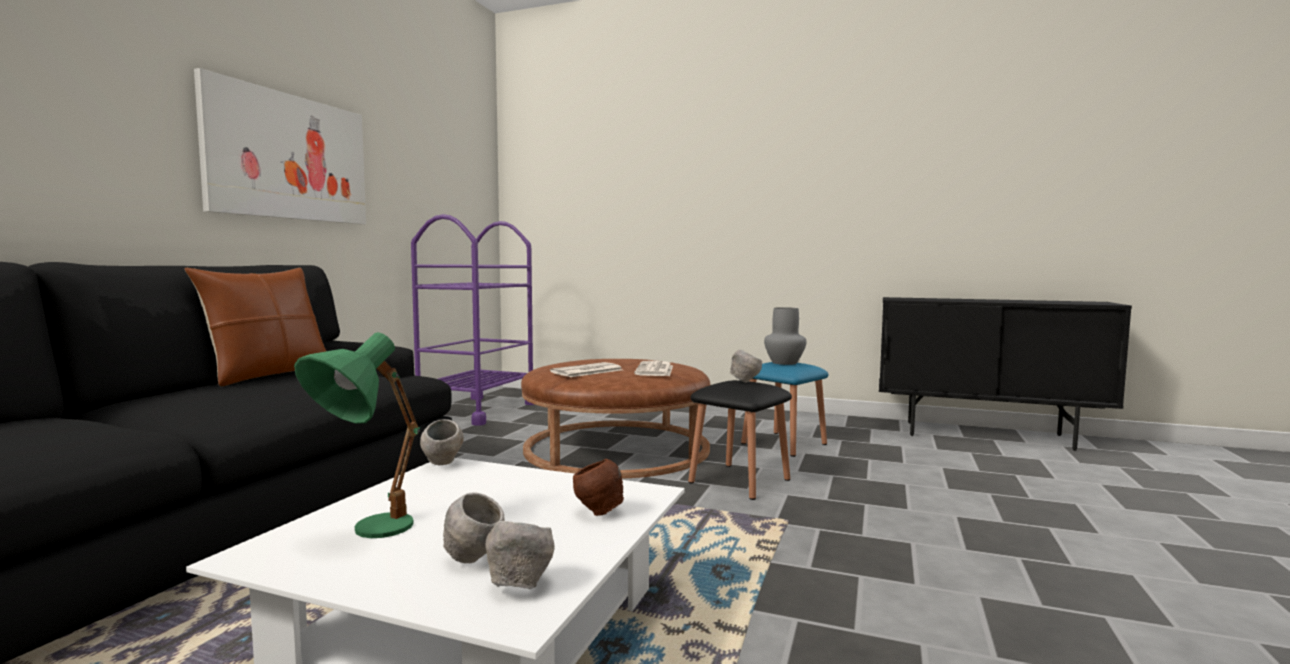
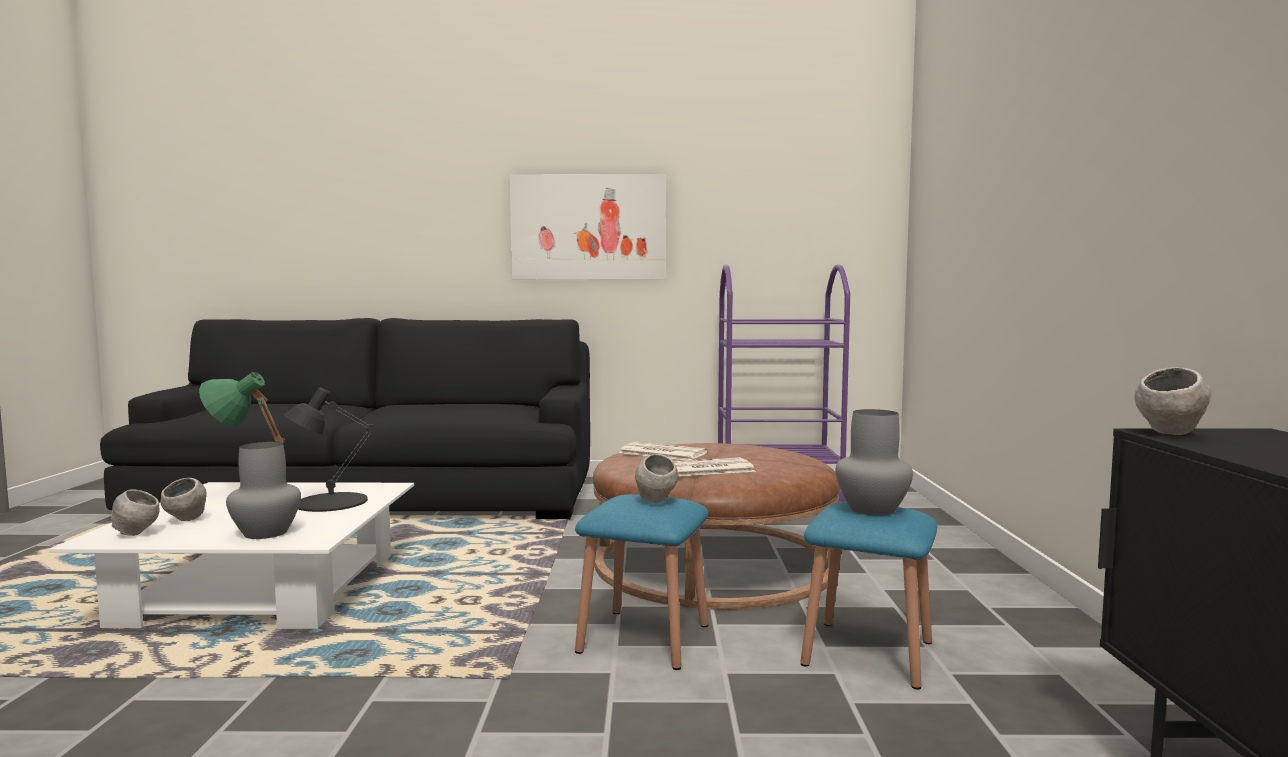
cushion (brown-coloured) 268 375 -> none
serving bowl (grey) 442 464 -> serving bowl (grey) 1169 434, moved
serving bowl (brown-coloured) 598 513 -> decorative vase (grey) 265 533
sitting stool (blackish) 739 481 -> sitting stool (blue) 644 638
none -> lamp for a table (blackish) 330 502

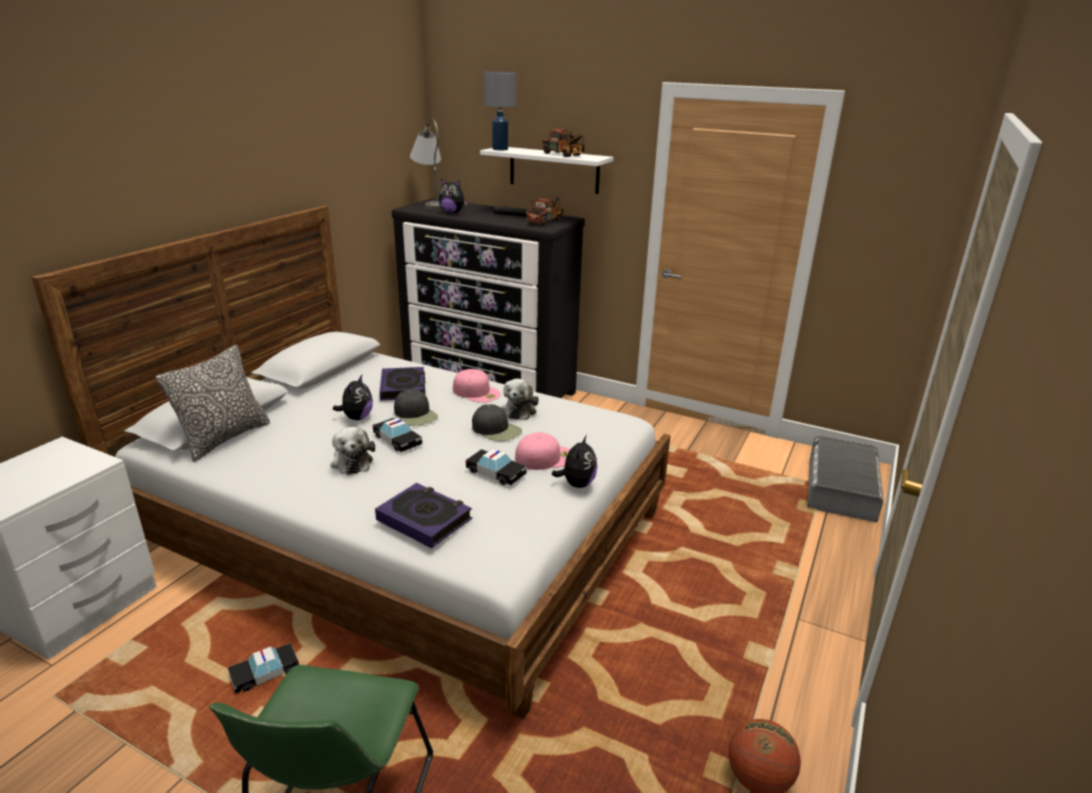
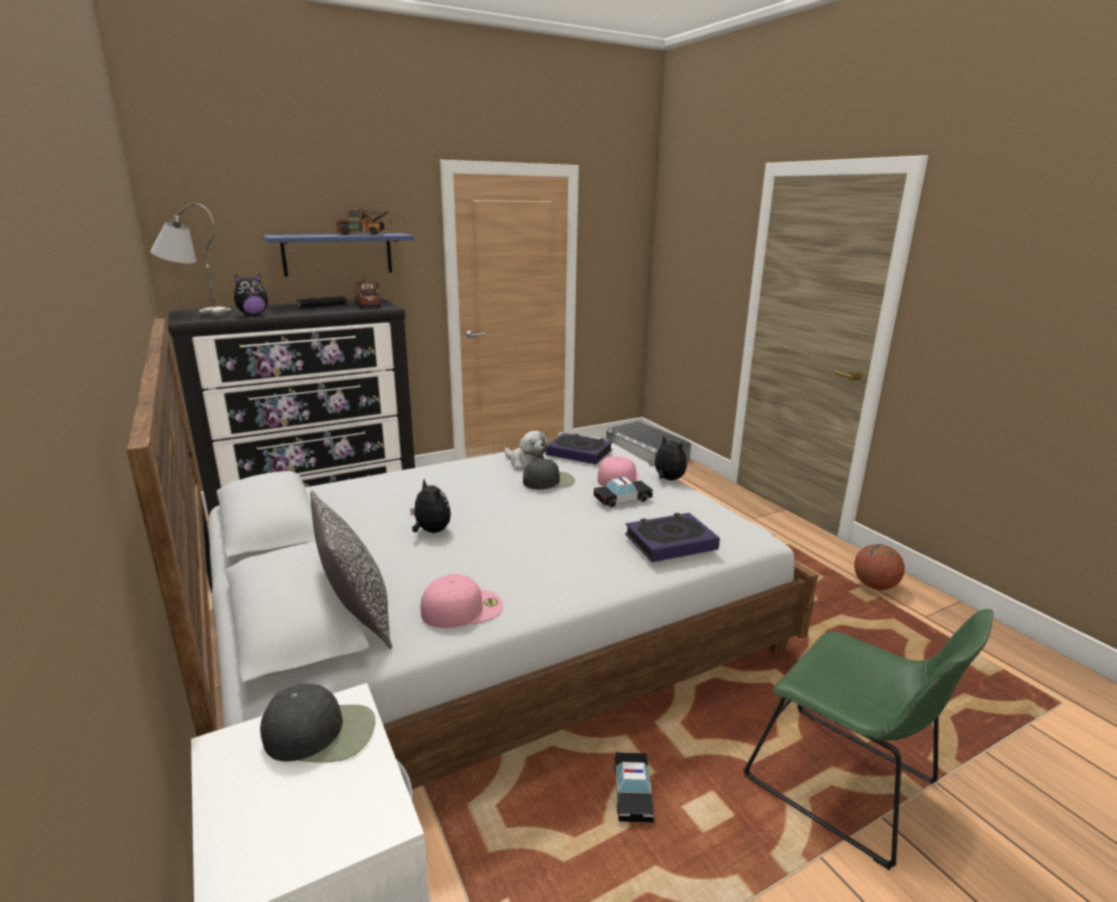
plush toy 352 461 -> none
miniature car 397 440 -> none
volume 403 388 -> volume 579 453, moved
baseball cap (blackish) 416 415 -> baseball cap (blackish) 321 732, moved
baseball cap (pink) 477 392 -> baseball cap (pink) 462 608, moved
bracket shelf (whitish) 554 170 -> bracket shelf (blue) 338 254
lamp for a table (grey) 499 149 -> none

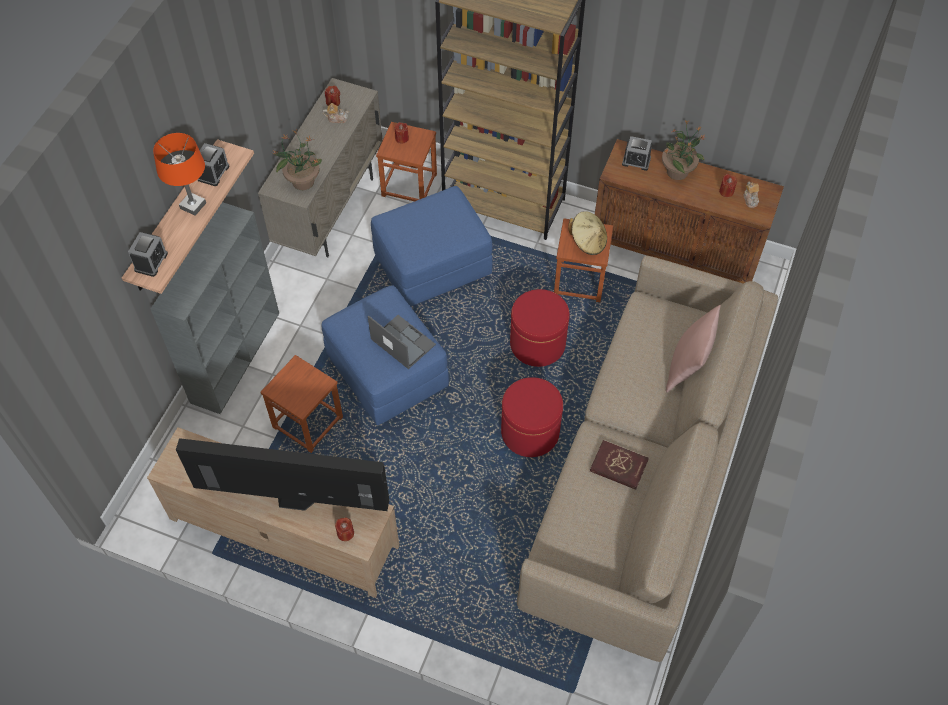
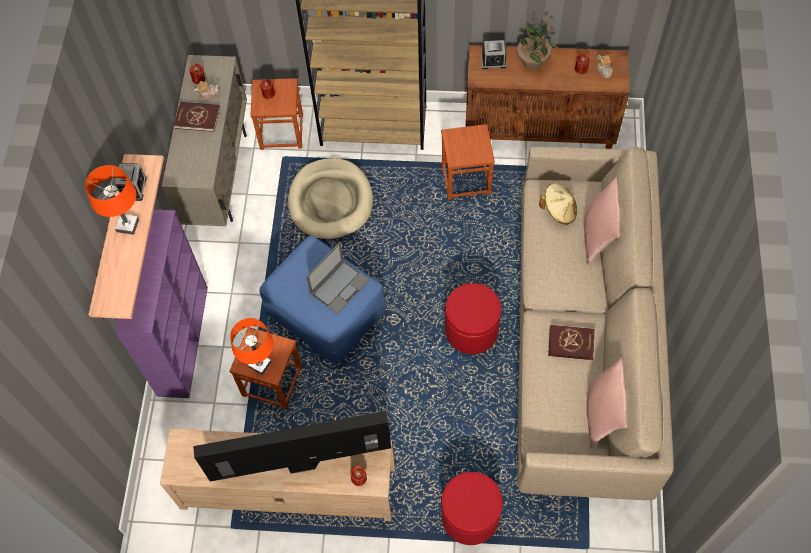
table clock 151 262 -> none
bookshelf (grey) 236 356 -> bookshelf (purple) 183 339
houseplant 302 181 -> none
portable computer 402 342 -> portable computer 340 286, 105 degrees clockwise
footrest (blue) 433 264 -> dog cushion (sand-coloured) 330 201
footrest (red) 537 344 -> footrest (red) 470 516, moved
clothing hat (sand-coloured) 587 241 -> clothing hat (sand-coloured) 559 210, moved
none -> volume (red) 197 117
none -> lamp for a table (orange-coloured) 260 364
none -> cushion (pink) 601 415

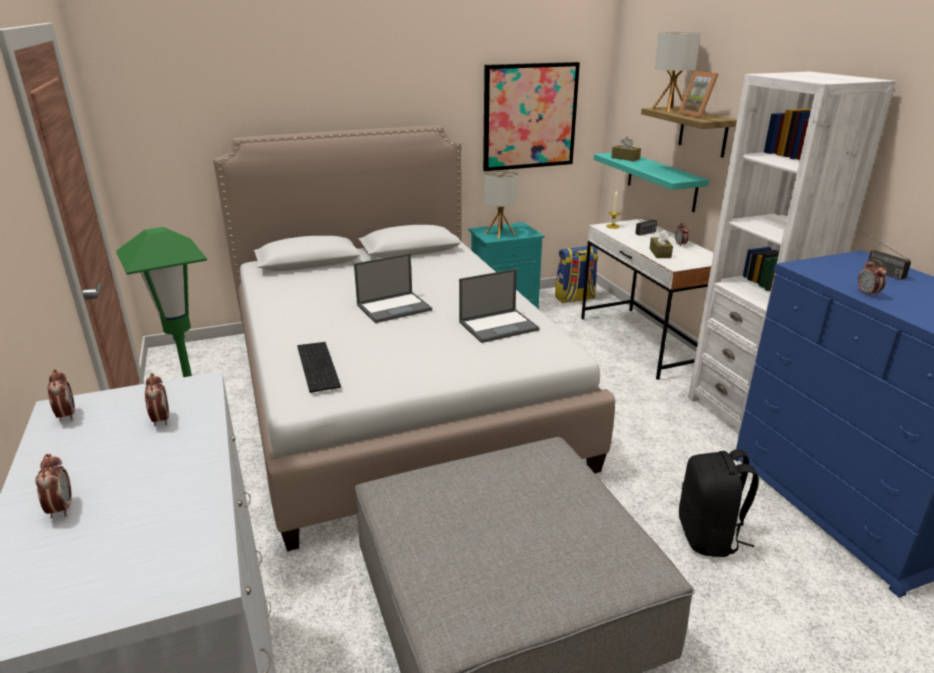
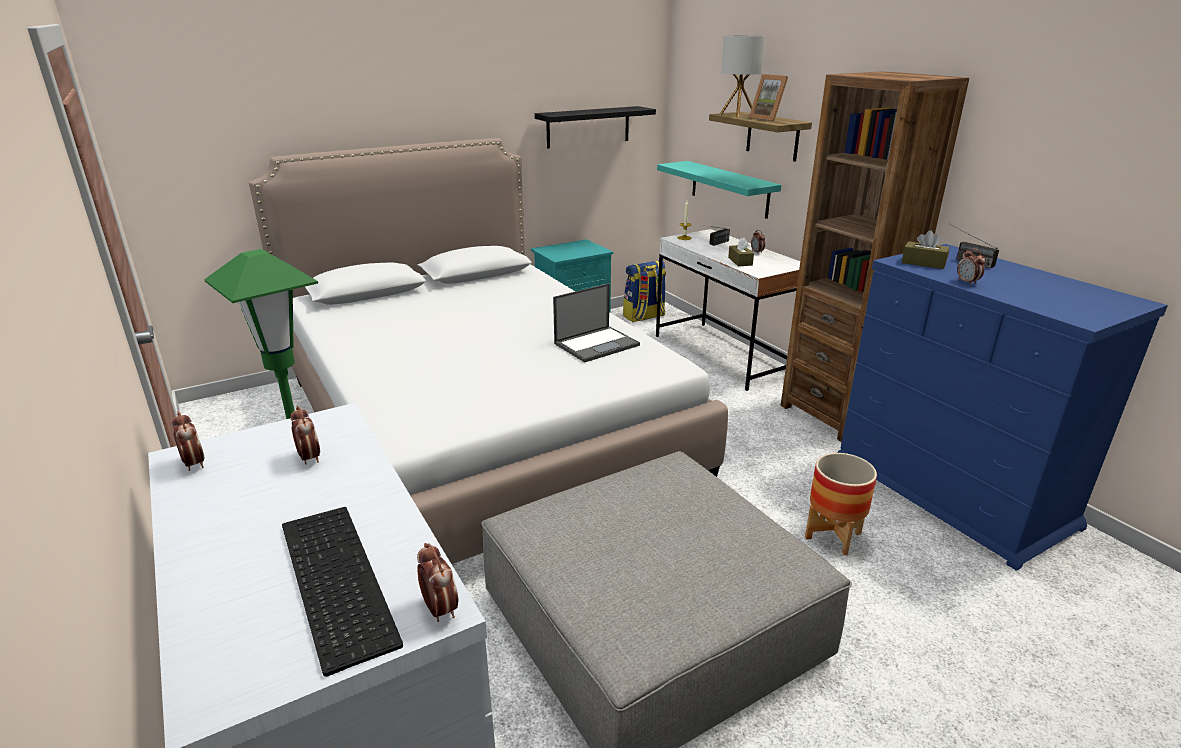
table clock 61 509 -> table clock 440 609, moved
computer keyboard 316 366 -> computer keyboard 331 581, moved
portable computer 395 307 -> none
picture 529 116 -> bracket shelf (blackish) 588 127
lamp for a table 499 233 -> none
tissue box (brown-coloured) 625 158 -> tissue box (brown-coloured) 923 263, moved
knapsack (blackish) 708 536 -> planter 833 536
bookshelf (whitish) 742 412 -> bookshelf (brown-coloured) 835 414

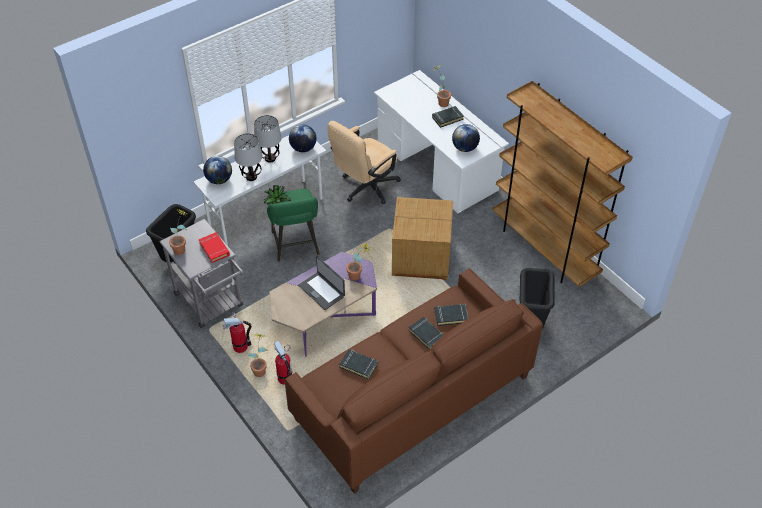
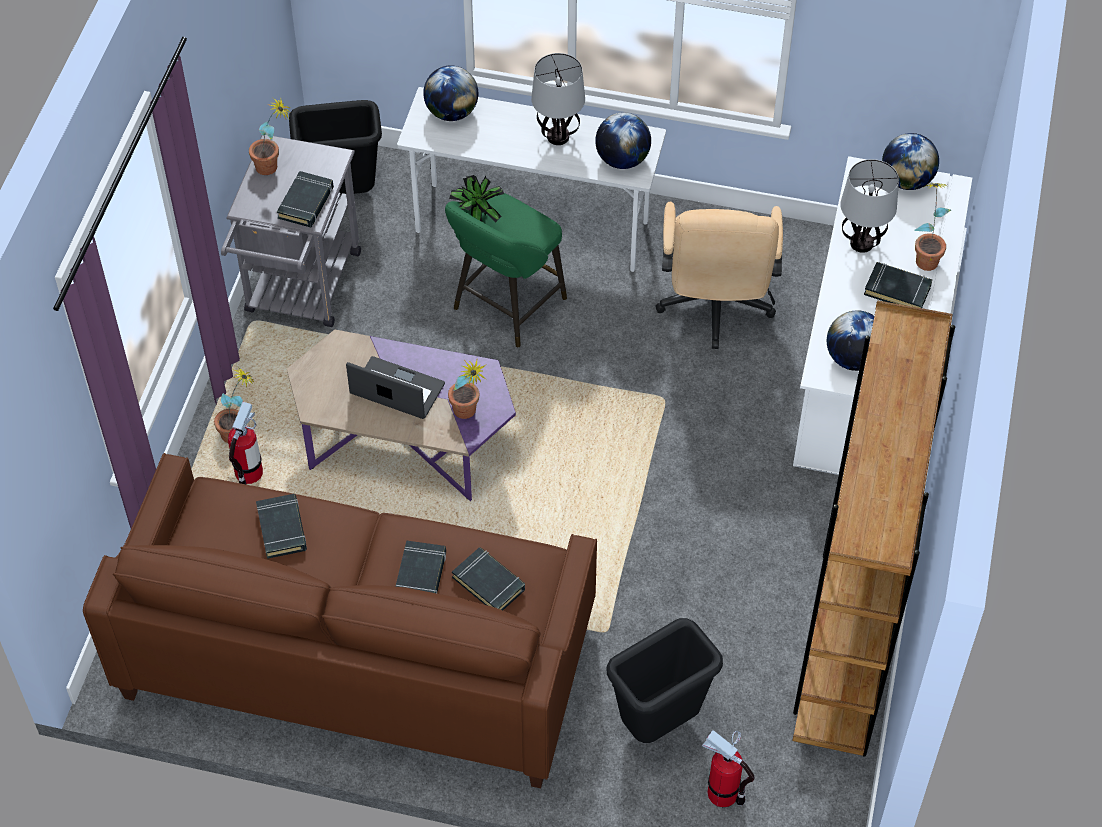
volume (red) 214 249 -> volume (blackish) 306 203
extinguisher 240 347 -> extinguisher 723 793, moved
lamp for a table 251 177 -> lamp for a table 861 243, moved
portable computer 322 290 -> portable computer 396 390, 105 degrees clockwise
computer chair (sand-coloured) 365 188 -> computer chair (sand-coloured) 714 309, 90 degrees counterclockwise
packing box 422 257 -> none
none -> desk globe 906 180

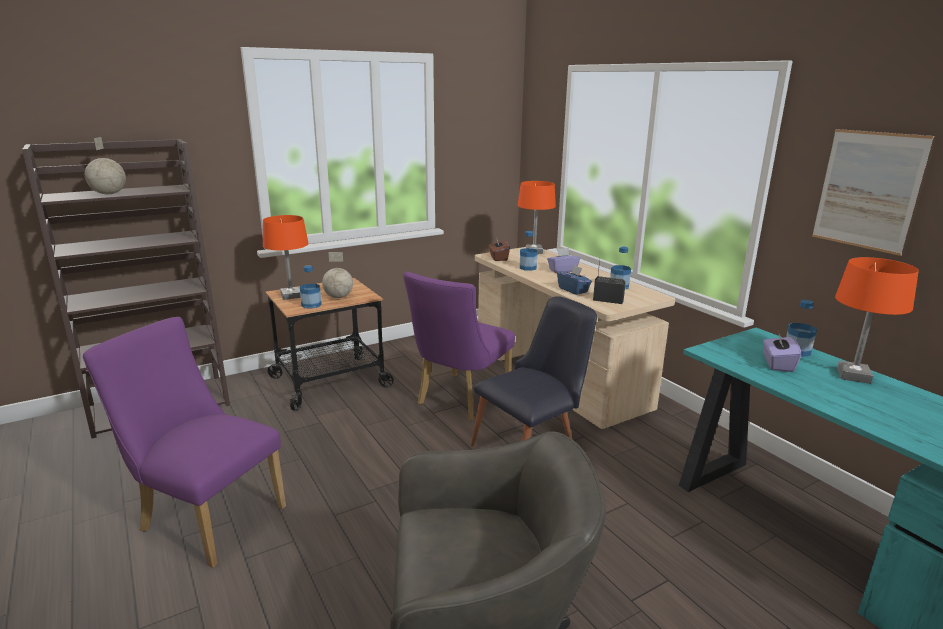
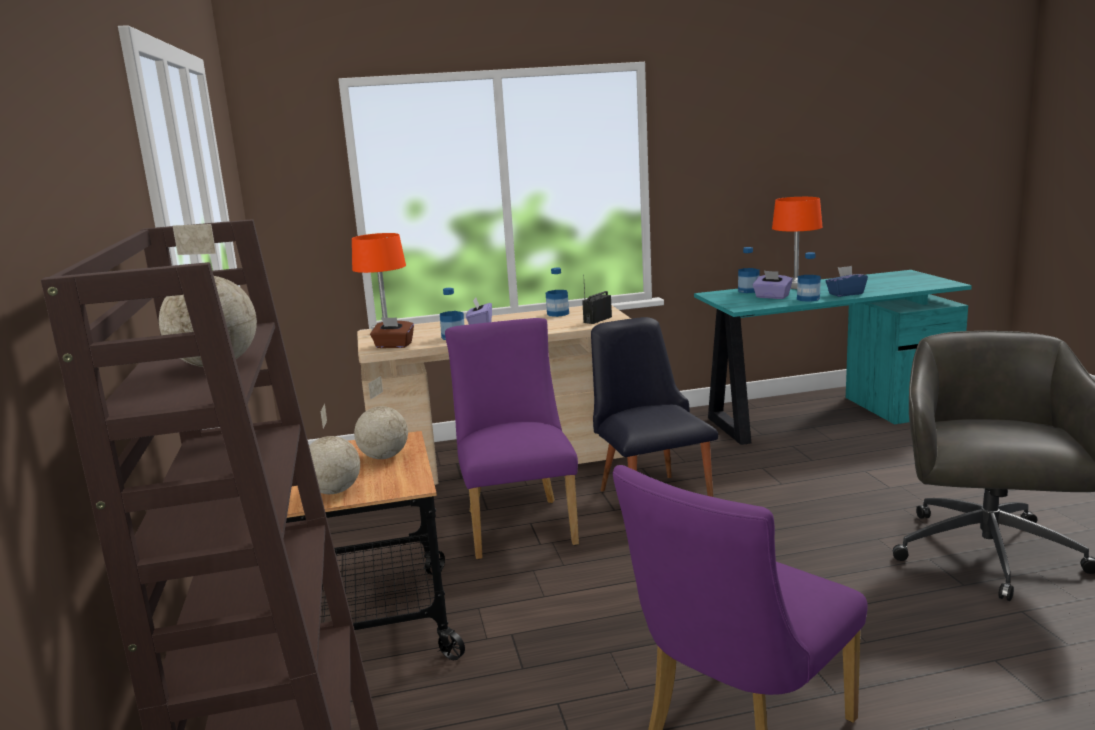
lamp for a table (orange-coloured) 290 296 -> desk globe 333 492
beverage bottle 311 305 -> beverage bottle 808 299, moved
chair (purple) 459 400 -> chair (purple) 518 523, 150 degrees counterclockwise
tissue box (blue) 573 290 -> tissue box (blue) 845 294, moved
picture 868 190 -> none

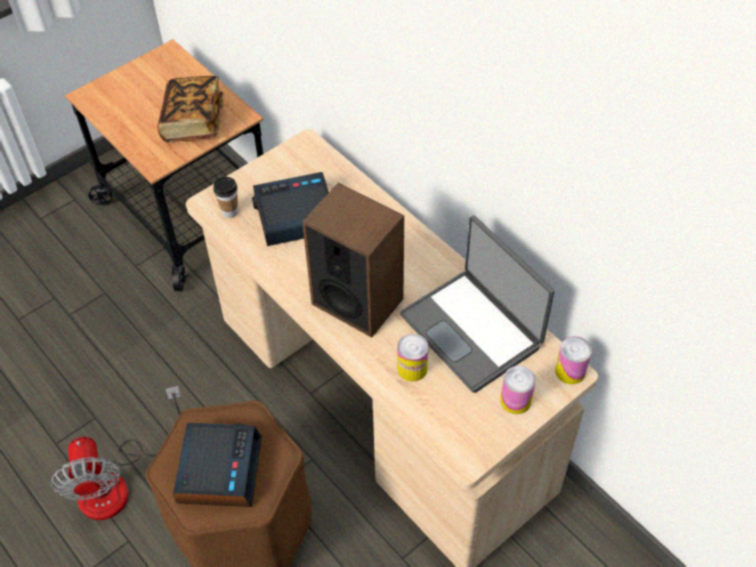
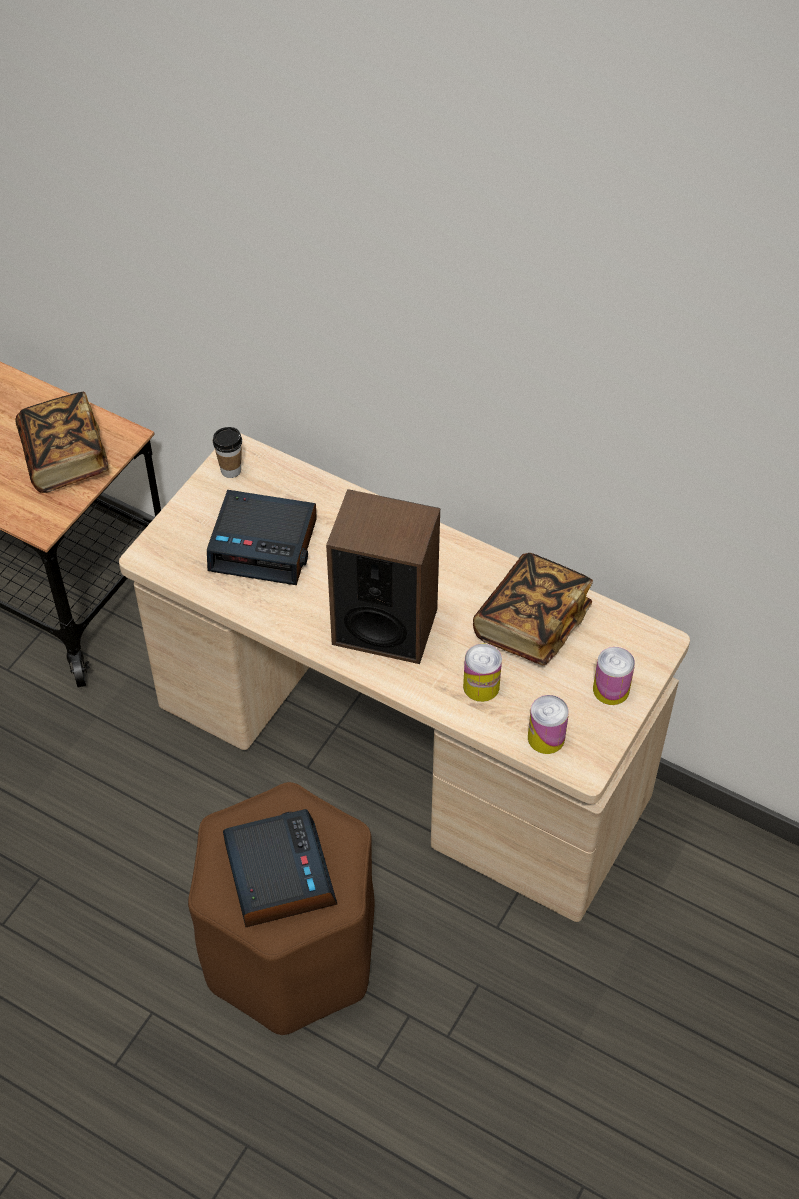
fan 118 482 -> none
drinking cup 230 211 -> drinking cup 231 470, moved
table clock 295 216 -> table clock 264 545, 135 degrees counterclockwise
portable computer 472 330 -> volume 531 624
can 570 371 -> can 546 738, moved

